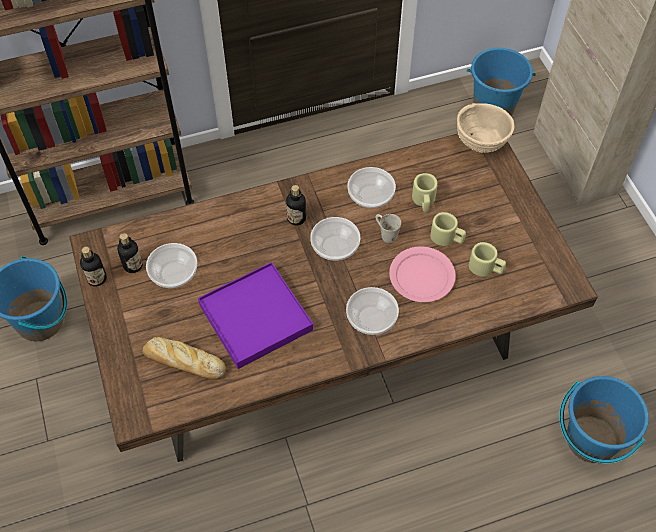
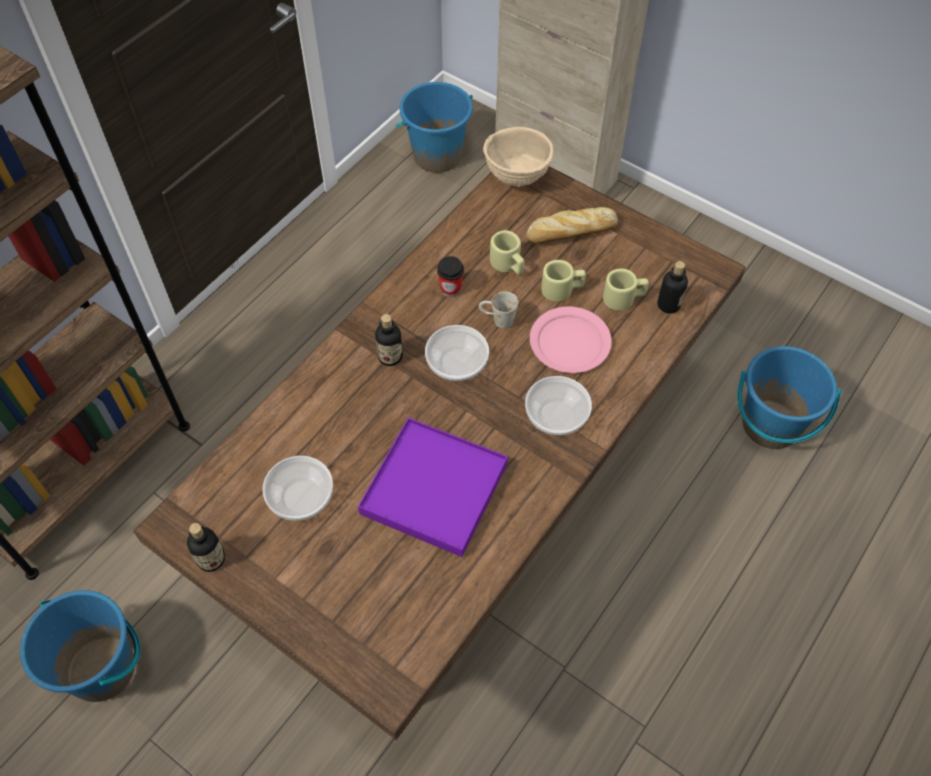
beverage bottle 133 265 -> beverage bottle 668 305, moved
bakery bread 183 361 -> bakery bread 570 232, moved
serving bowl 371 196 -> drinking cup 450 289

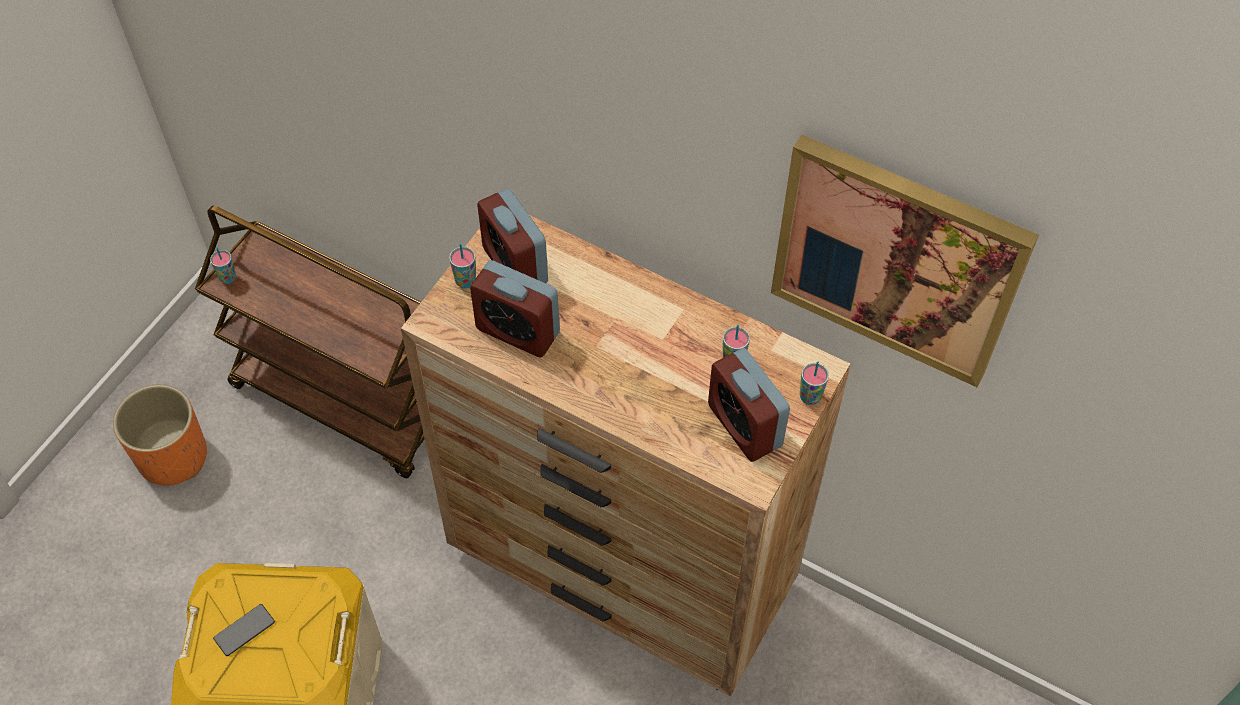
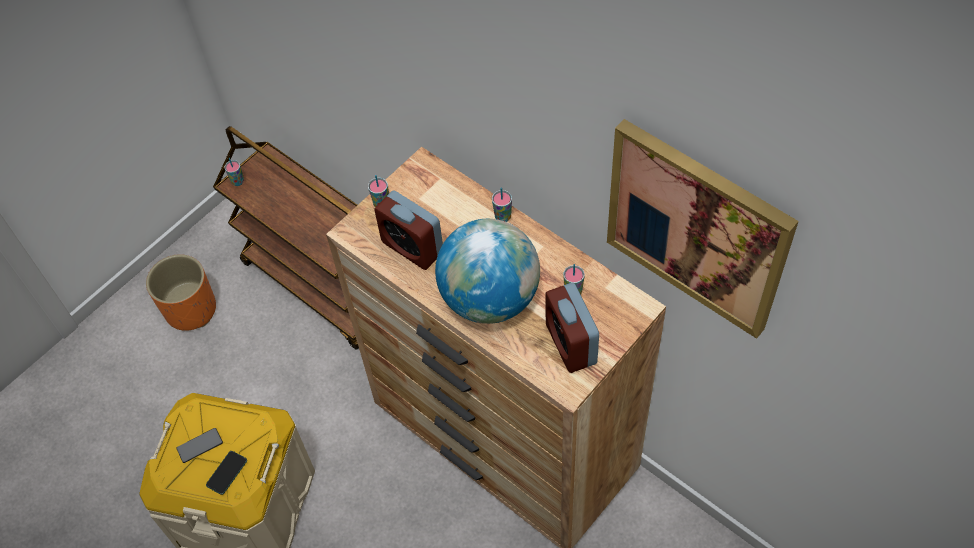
table clock 515 265 -> none
drinking cup 810 397 -> drinking cup 503 217, moved
none -> telephone 227 473
none -> desk globe 490 298

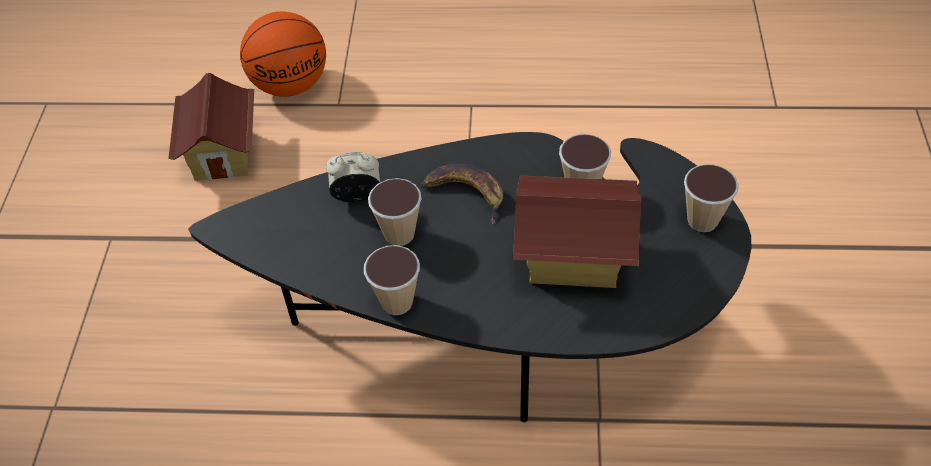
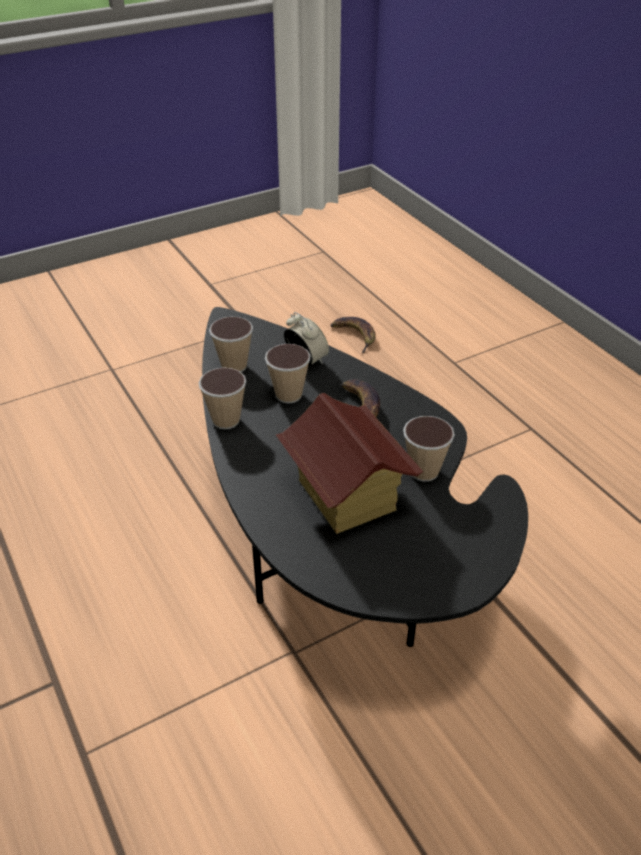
model house 223 155 -> banana fruit 355 336
ball for basketball 291 84 -> none
drinking cup 702 220 -> drinking cup 234 366, moved

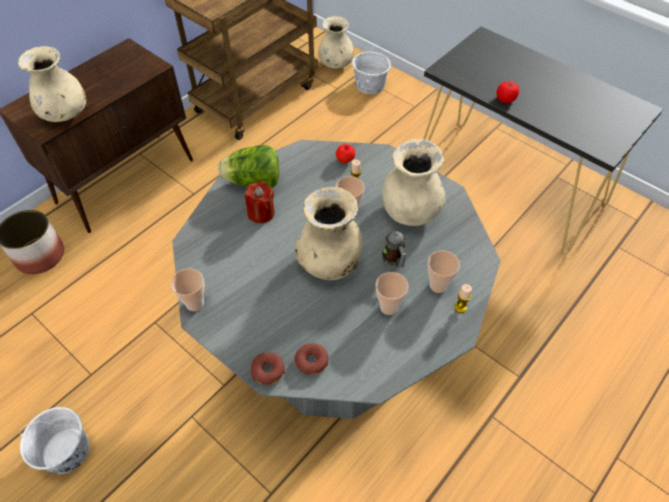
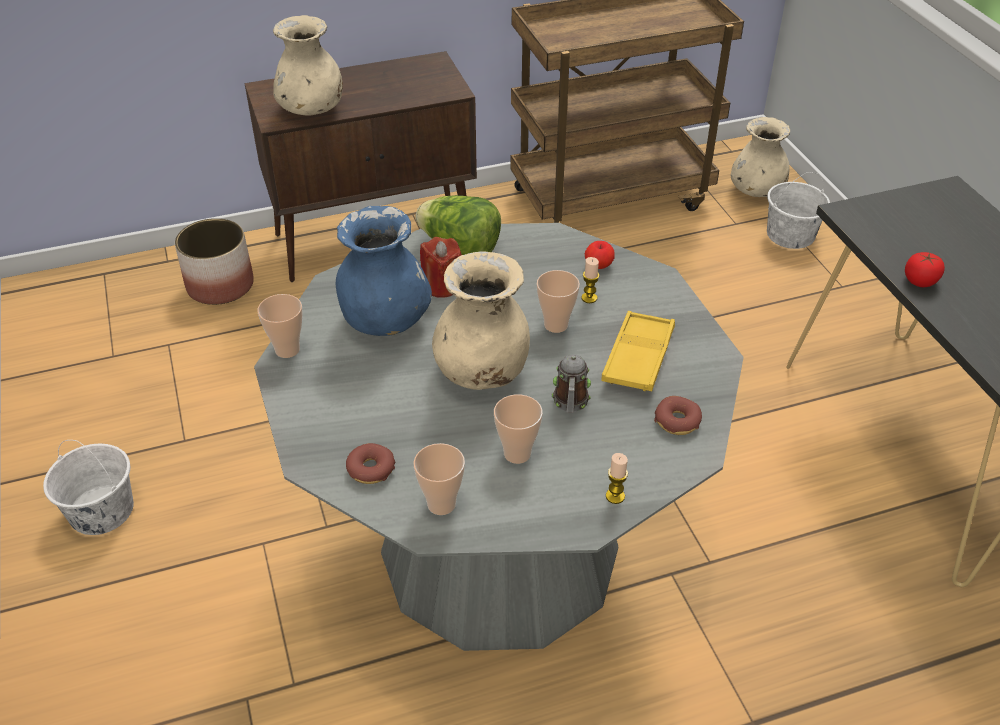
doughnut 268 371 -> doughnut 677 421, moved
decorative vase (sand-coloured) 409 212 -> tray (yellowish) 638 357
drinking cup 438 285 -> drinking cup 441 504, moved
none -> decorative vase (blue) 384 321

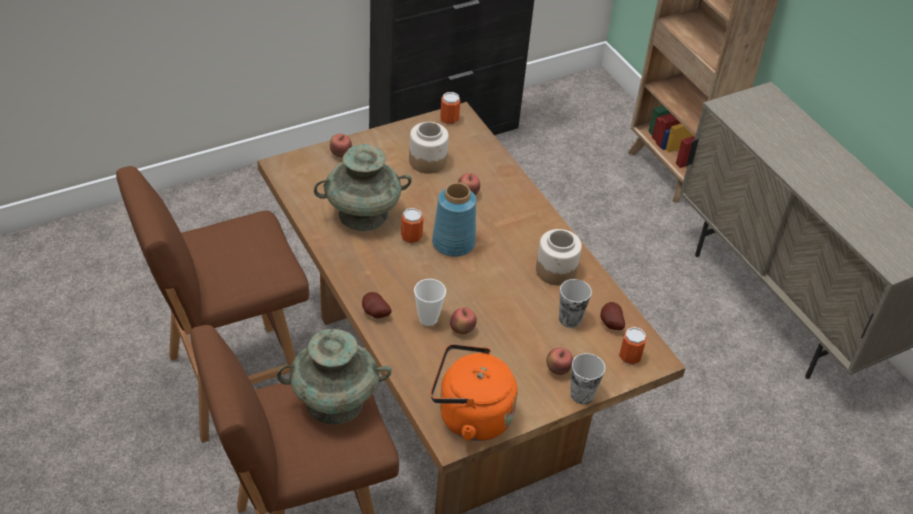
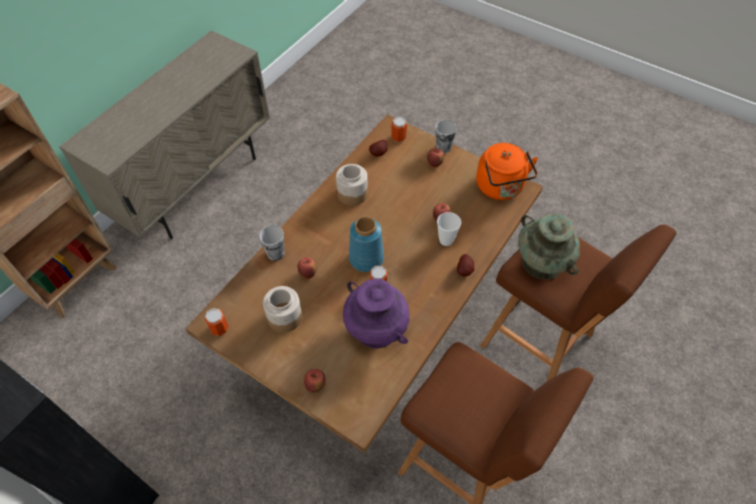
decorative vase (turquoise) 362 214 -> decorative vase (purple) 376 329
drinking cup 570 319 -> drinking cup 275 253, moved

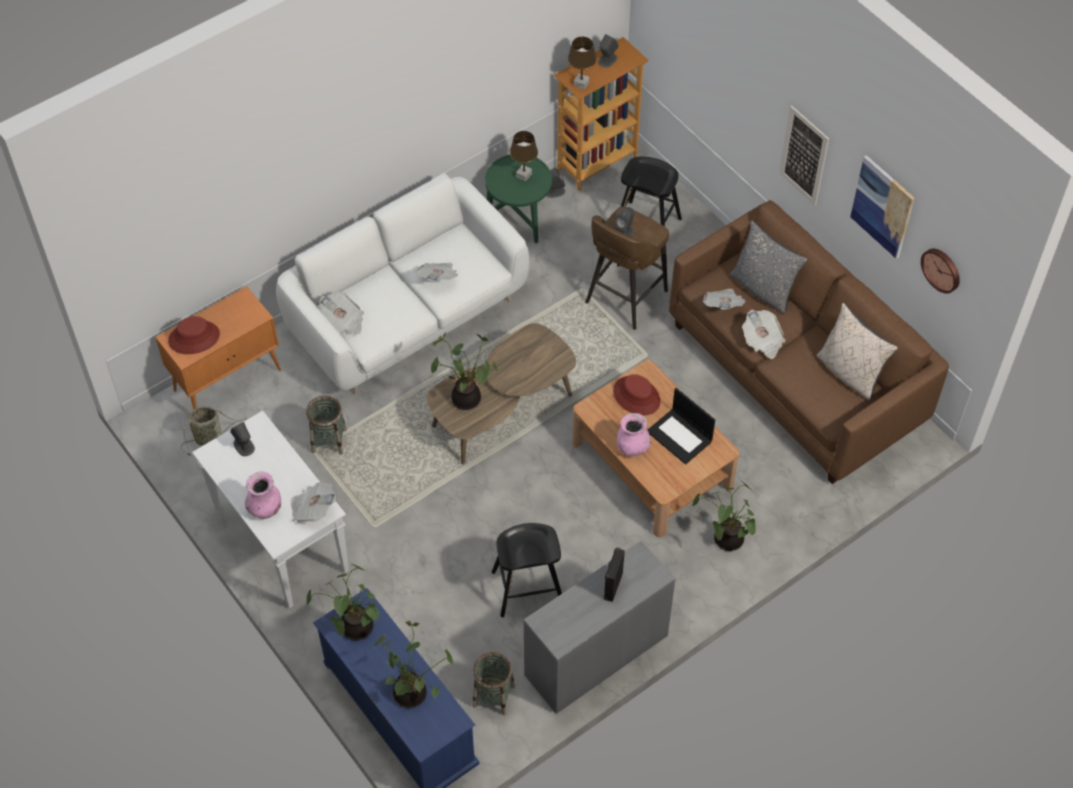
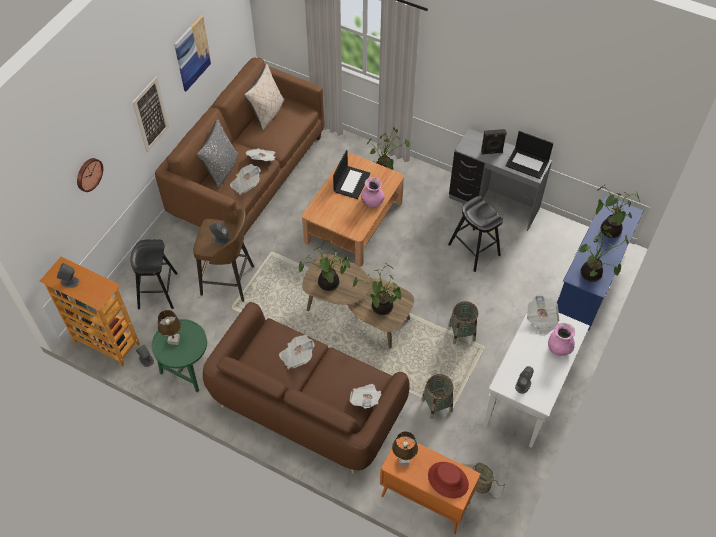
couch (whitish) 406 316 -> couch (brown-coloured) 307 406
storage basket 493 695 -> storage basket 461 332, moved
lamp for a table (brown-coloured) 581 84 -> lamp for a table (brown-coloured) 403 460, moved
clothing hat (red) 636 396 -> none
clock on the wall 942 269 -> clock on the wall 88 174, moved
none -> houseplant 327 284
none -> portable computer 527 163

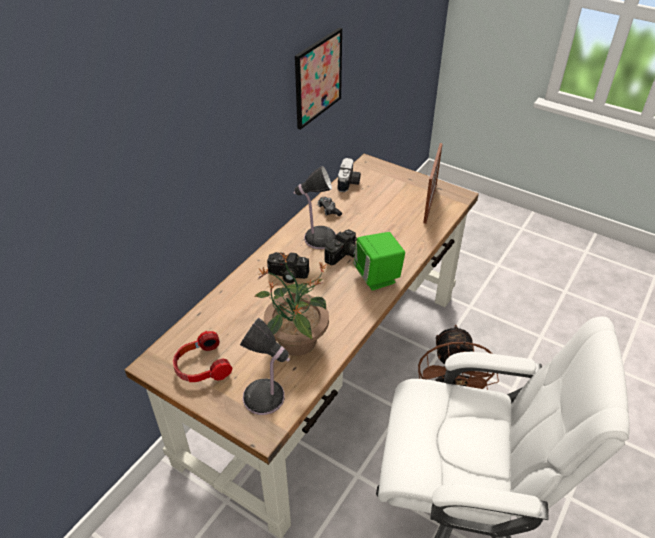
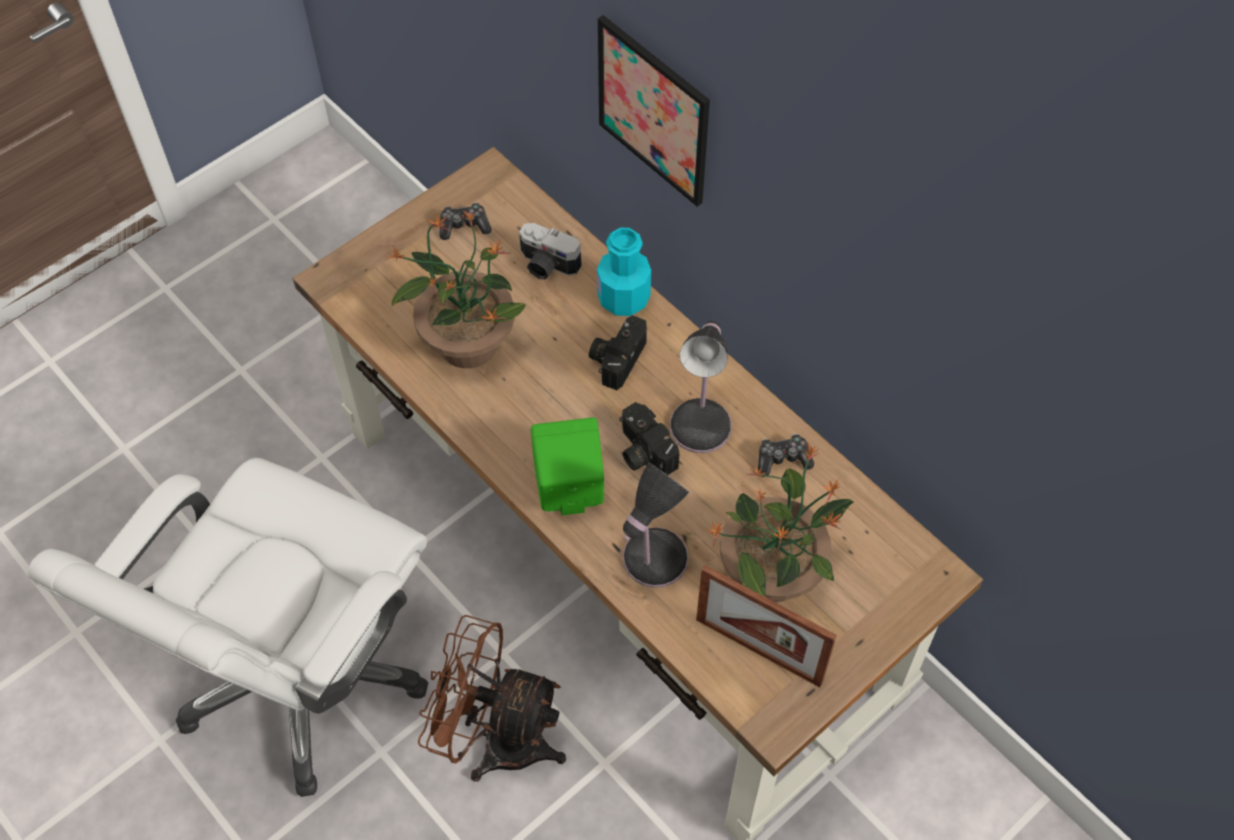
headphones 201 367 -> gamepad 464 226
lamp for a table 266 398 -> lamp for a table 651 561, moved
picture 318 78 -> picture 653 111, moved
photo camera 349 183 -> photo camera 546 265, moved
none -> beverage bottle (turquoise) 623 298
none -> houseplant 773 573

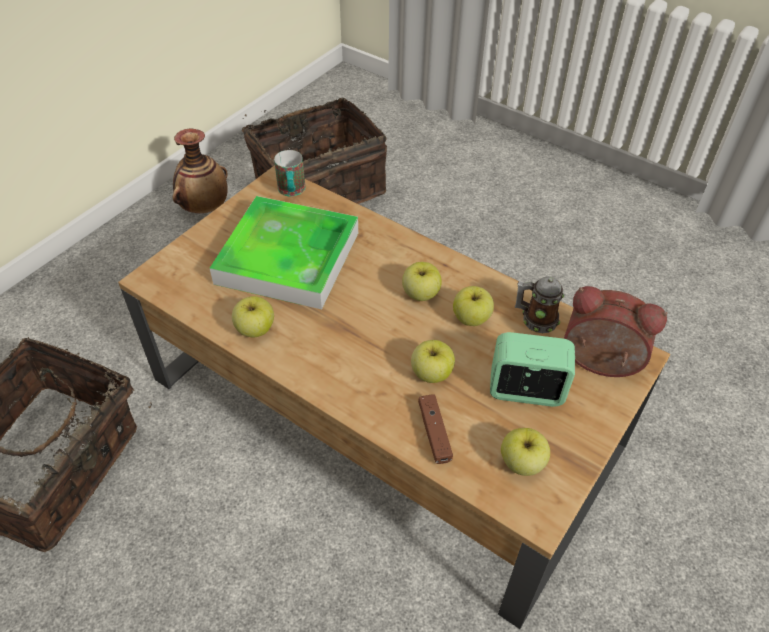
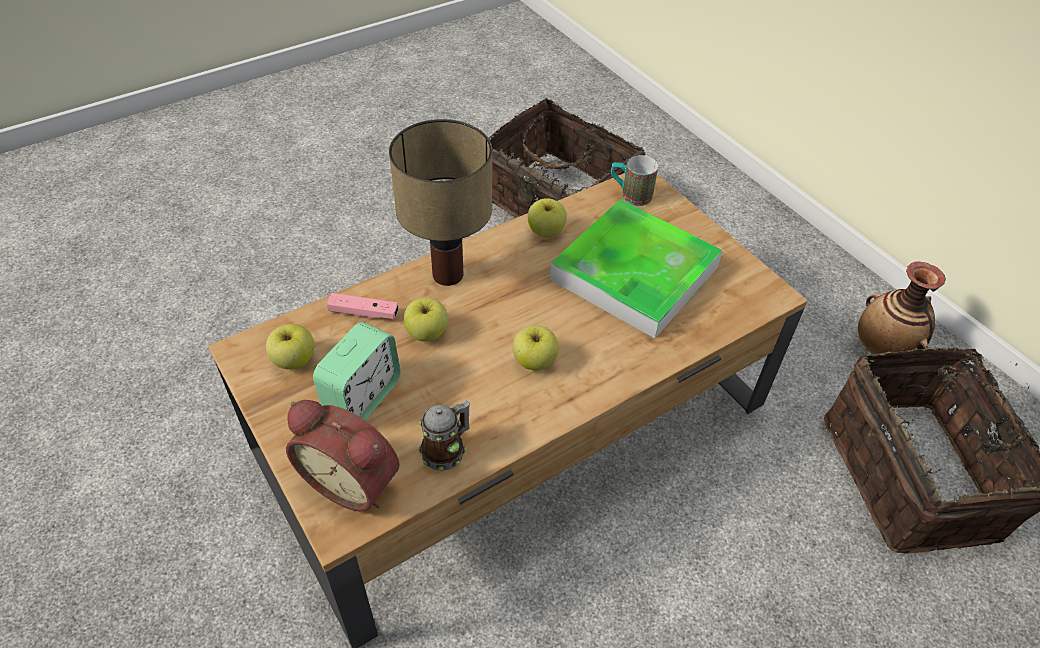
mug 292 192 -> mug 630 195, moved
gamepad (brown-coloured) 434 433 -> gamepad (pink) 363 312
apple fruit 471 318 -> none
table clock 599 364 -> table clock 353 480, 75 degrees clockwise
none -> lamp for a table 446 274

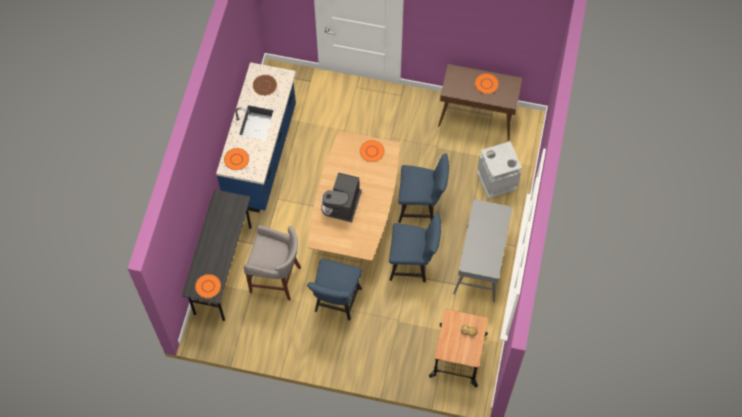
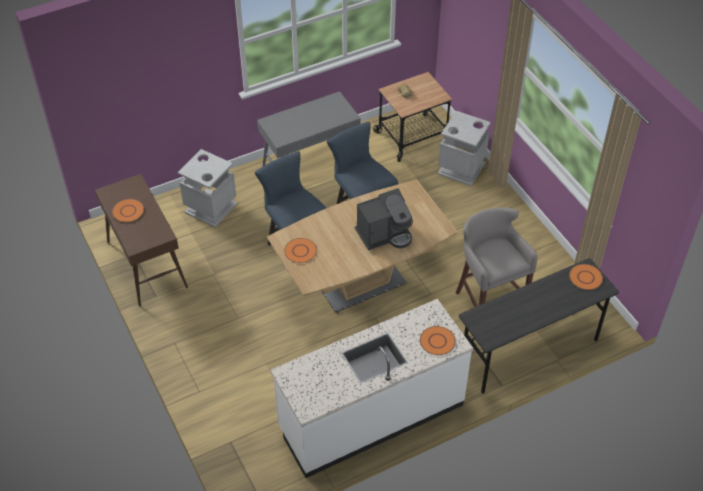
kitchen counter (blue) 262 156 -> kitchen counter (whitish) 371 416
flat dish (brown-coloured) 264 85 -> none
chair (blue) 336 303 -> none
none -> trash can (grey) 462 168

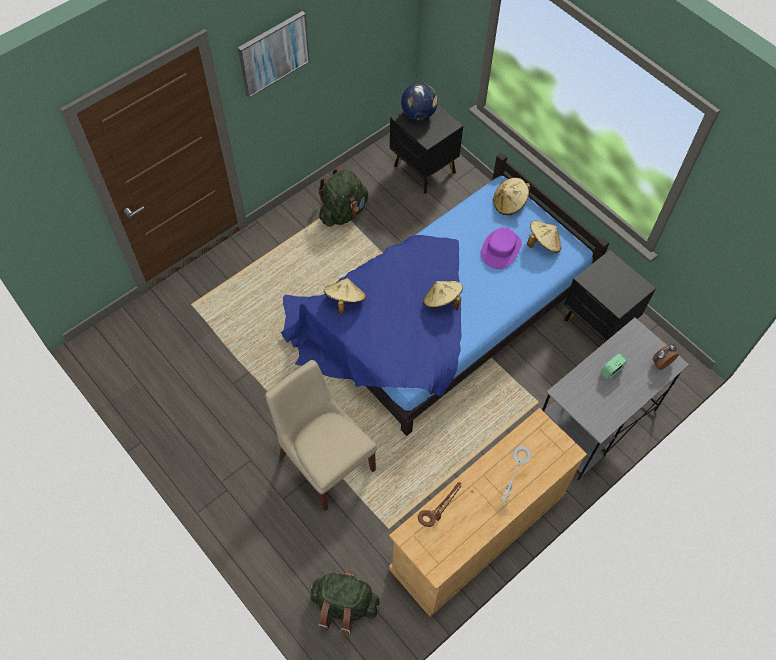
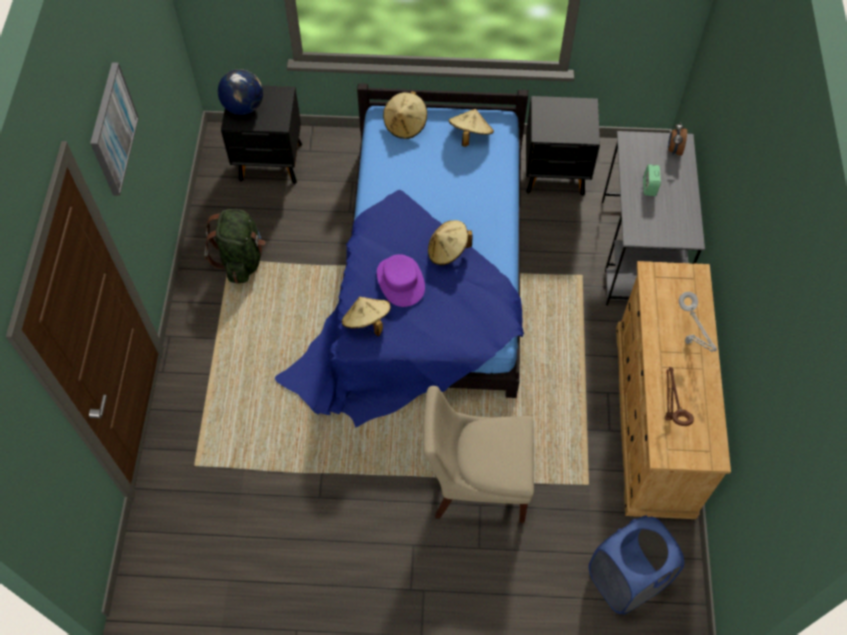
knapsack (greenish) 344 605 -> laundry basket (blue) 626 579
clothing hat (purple) 500 249 -> clothing hat (purple) 400 281, moved

